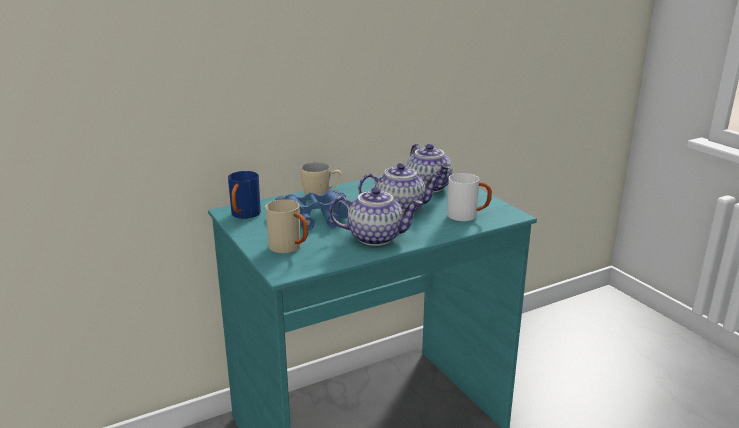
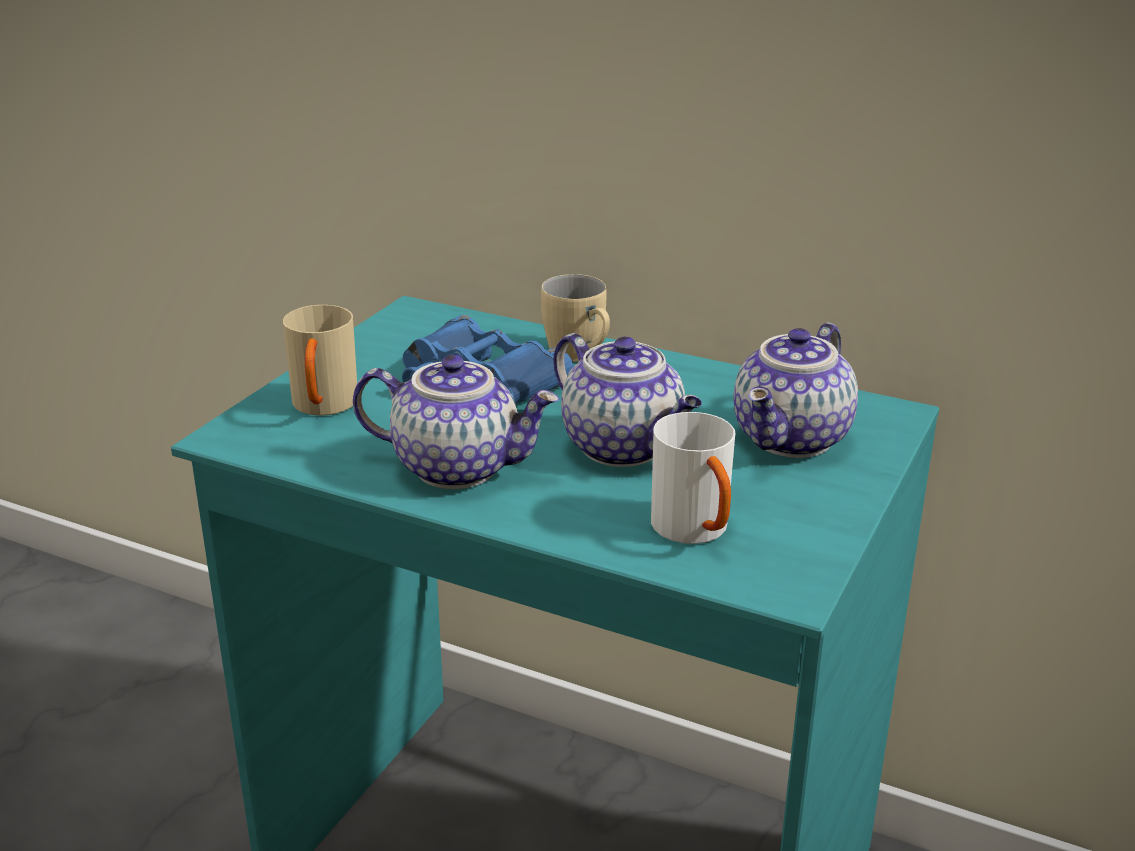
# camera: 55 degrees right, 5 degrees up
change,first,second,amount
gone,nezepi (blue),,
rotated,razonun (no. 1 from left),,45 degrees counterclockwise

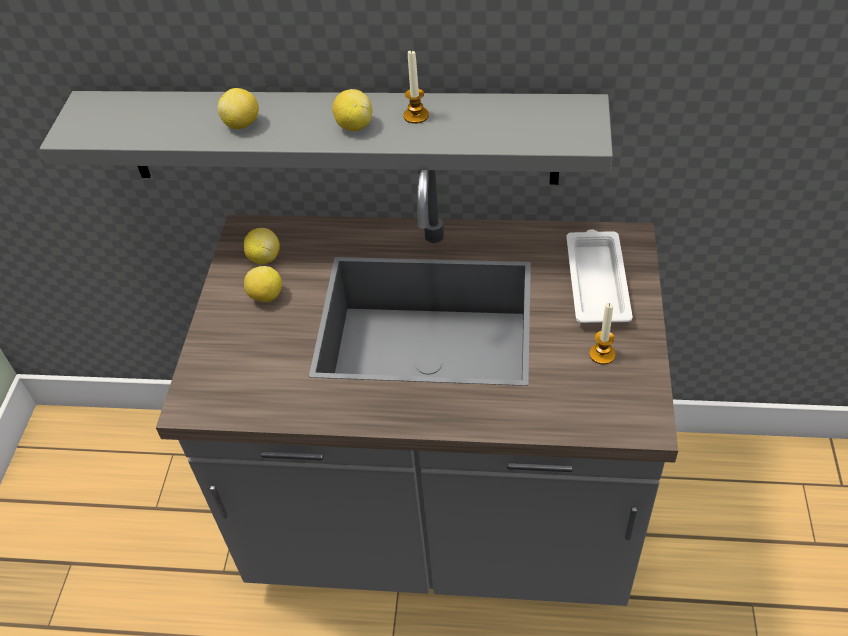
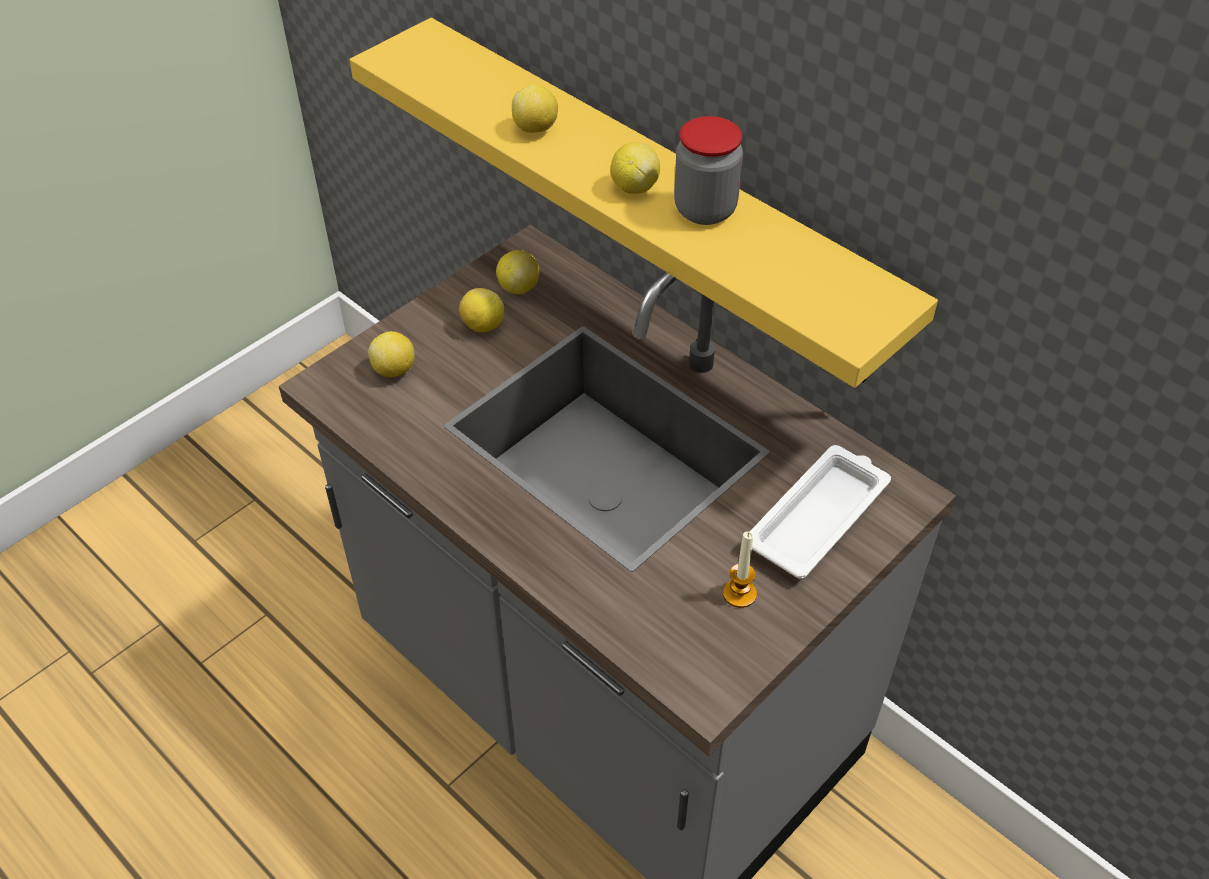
# camera: 35 degrees right, 0 degrees up
change,first,second,amount
new,,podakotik (no. 1 from left),
swapped,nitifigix (no. 1 from left),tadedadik,
repainted,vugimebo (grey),vugimebo (yellow),

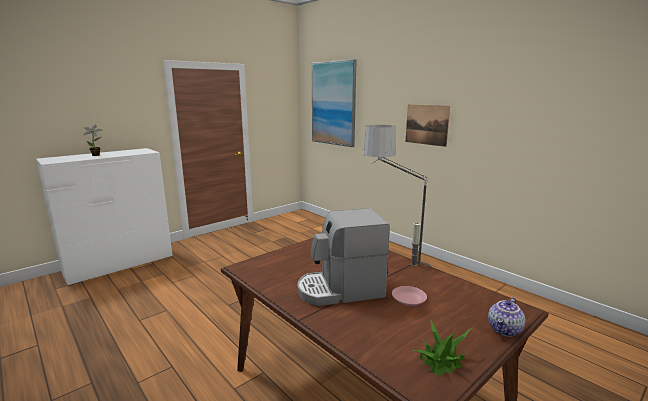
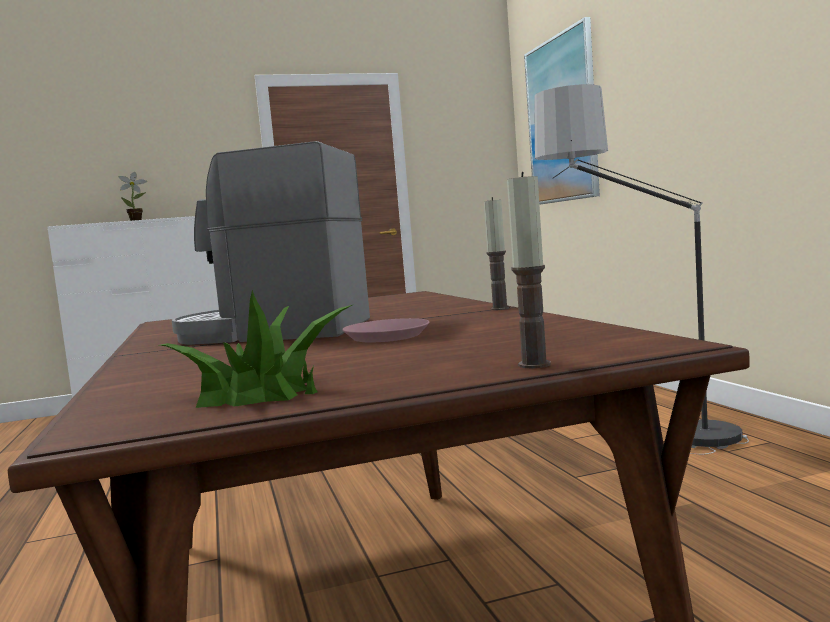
# camera: 25 degrees right, 10 degrees down
change,first,second,amount
gone,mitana (no. 2 from left),,
swapped,razonun,nitifigix (no. 2 from left),

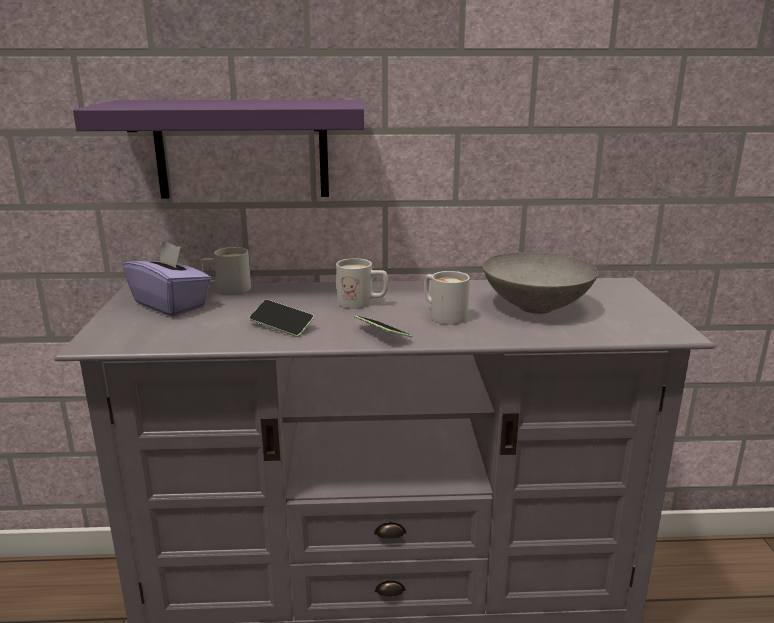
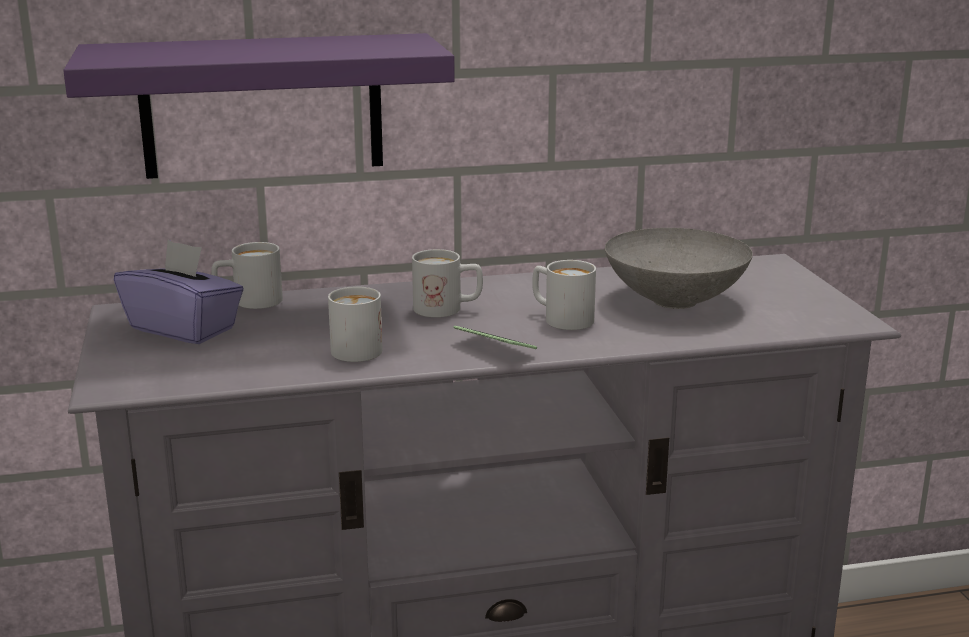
# camera: 10 degrees left, 0 degrees up
change,first,second,amount
swapped,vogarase (no. 1 from left),nezepi (white) (no. 2 from left),

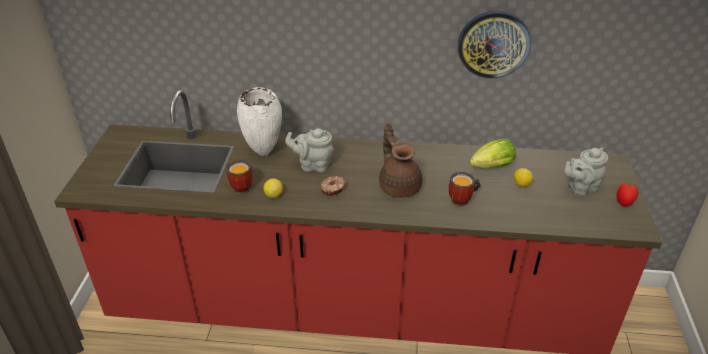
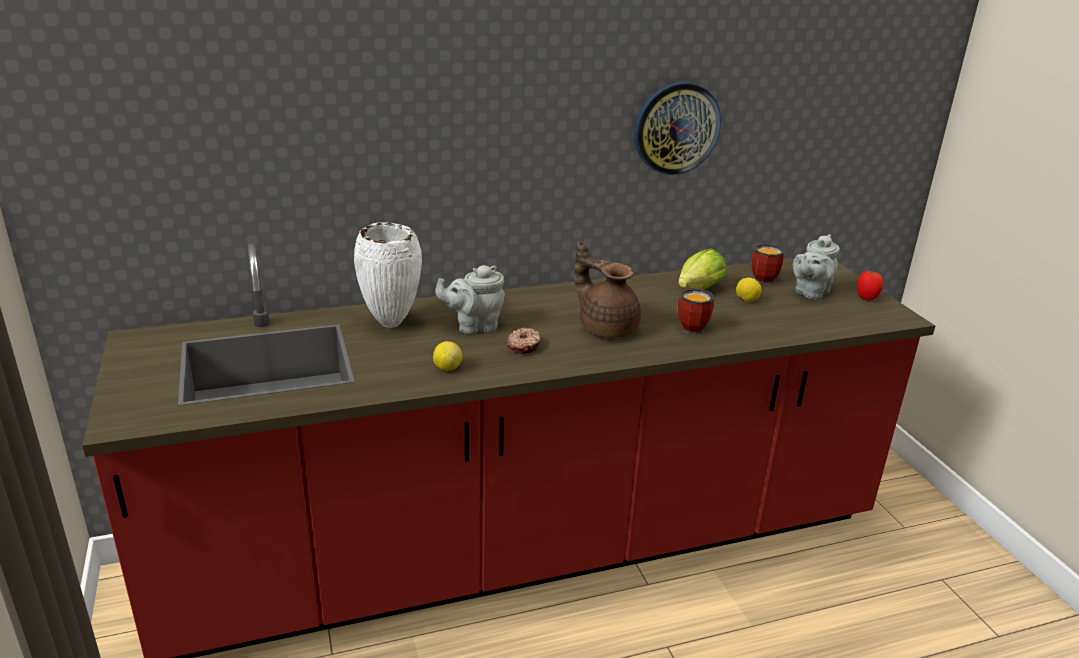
# camera: 25 degrees left, 10 degrees down
change,first,second,amount
shifted,nezepi (no. 1 from left in the first image),nezepi (no. 2 from left),

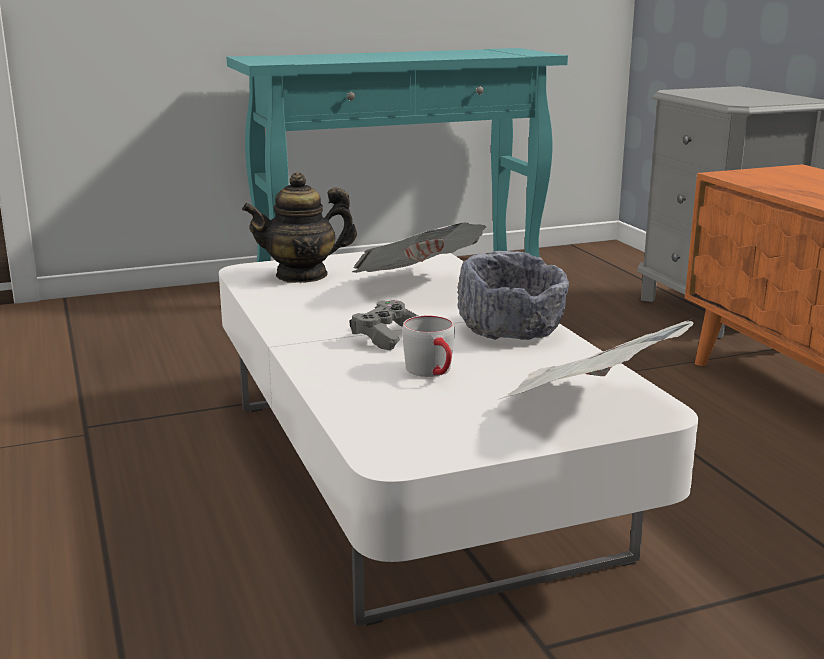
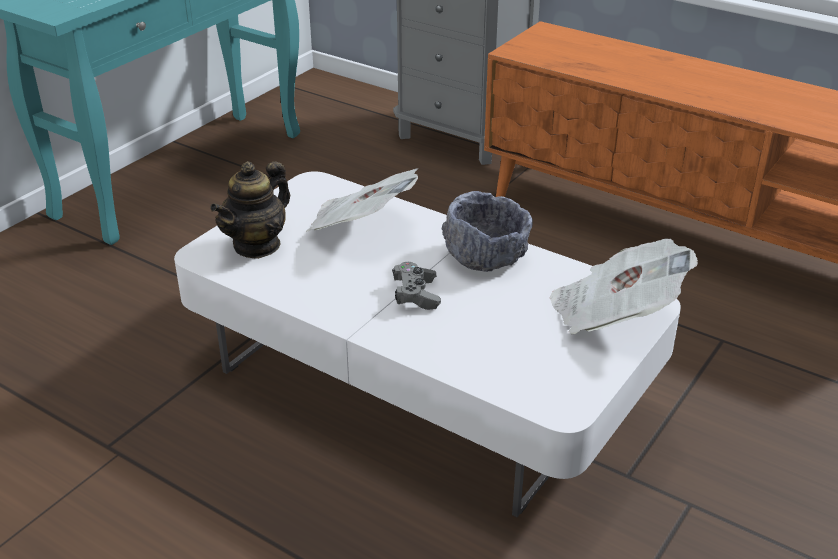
# camera: 35 degrees left, 15 degrees up
change,first,second,amount
gone,nezepi (grey),,

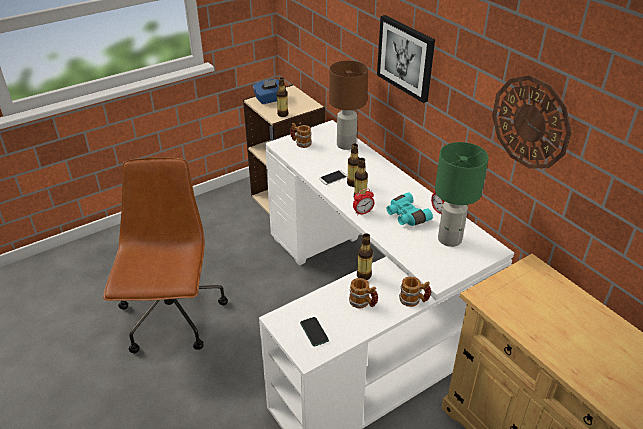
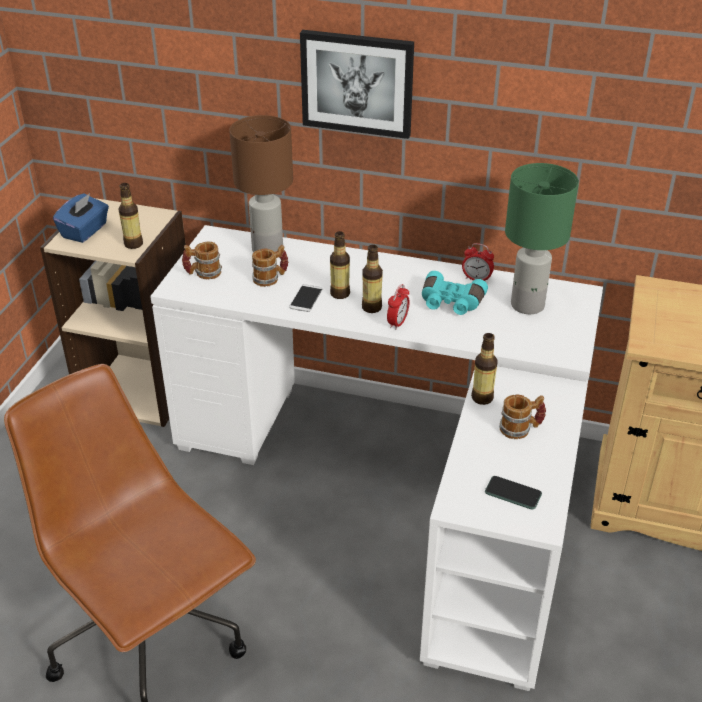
# camera: 40 degrees left, 0 degrees up
change,first,second,amount
gone,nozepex,,
shifted,nezepi (no. 3 from left in the first image),nezepi (no. 2 from left),

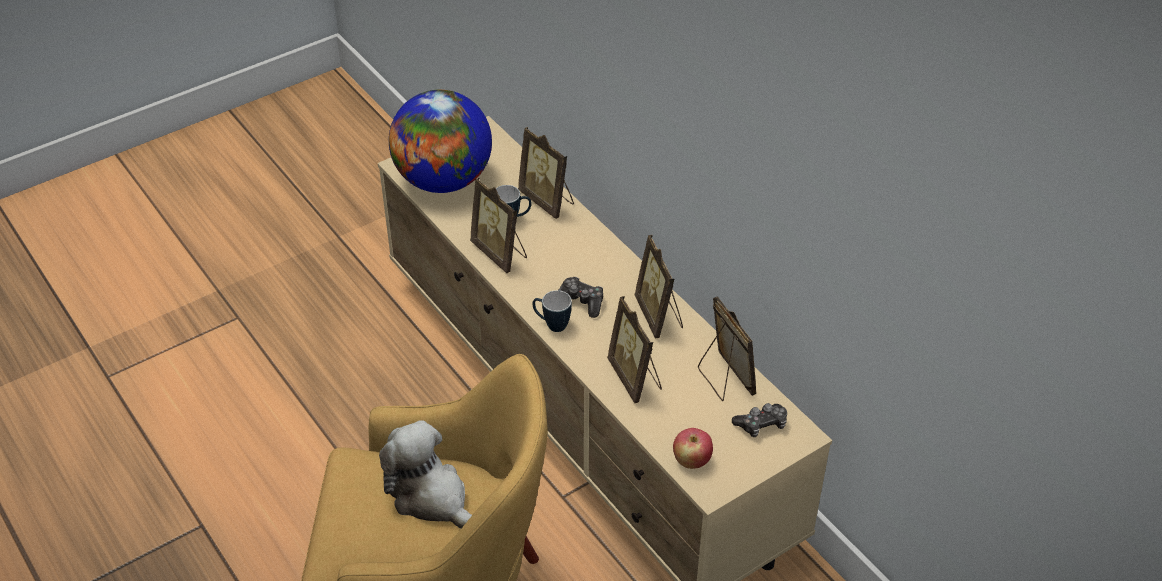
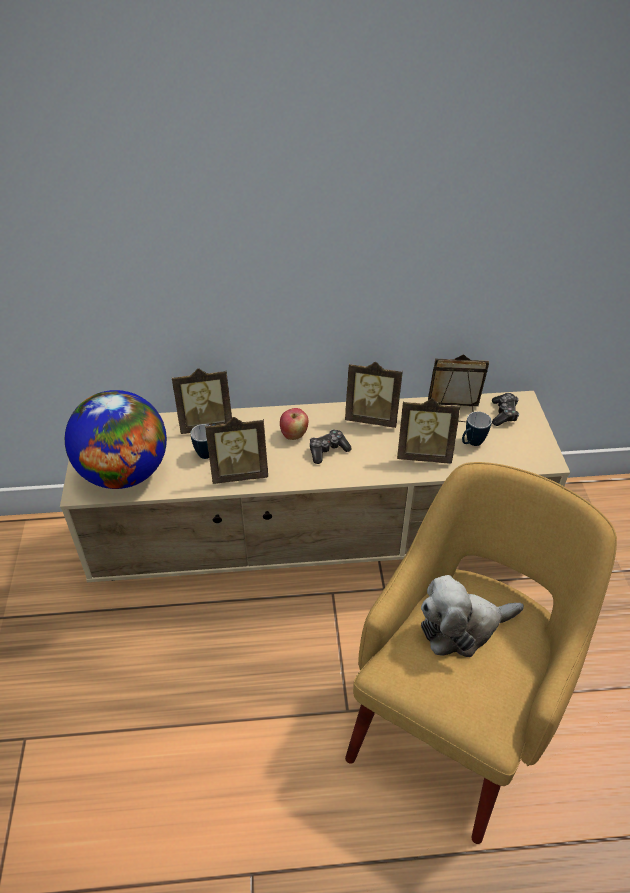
# camera: 60 degrees left, 0 degrees up
change,first,second,amount
shifted,nezepi (no. 2 from left),,
shifted,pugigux,,

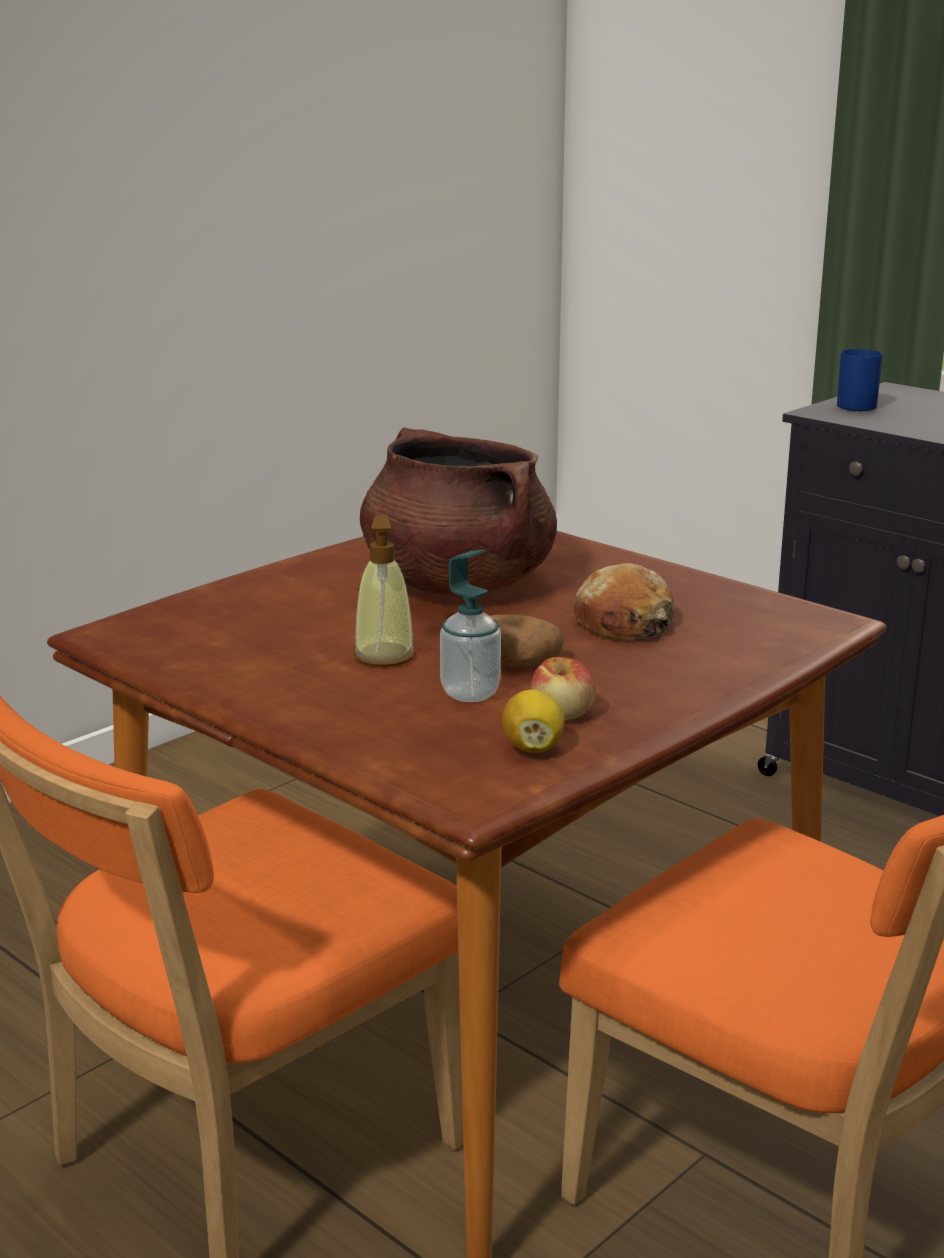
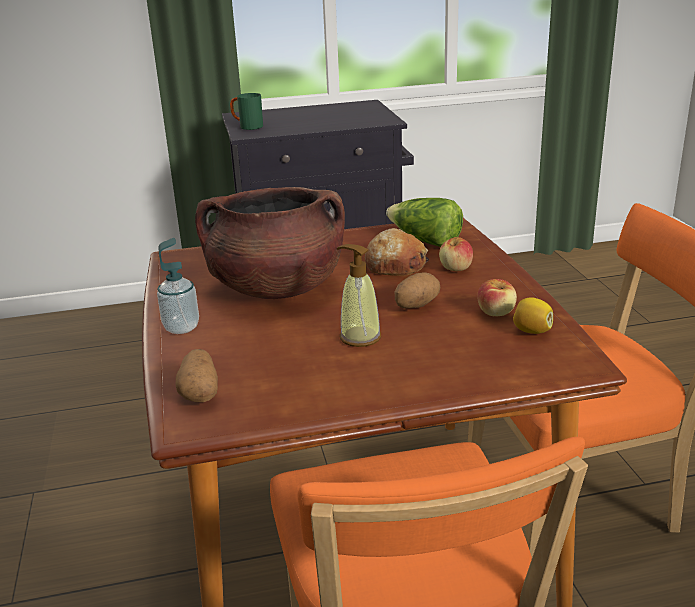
# camera: 55 degrees left, 5 degrees up
change,first,second,amount
new,,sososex (no. 1 from left),
new,,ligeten,
new,,pugigux (no. 1 from left),
shifted,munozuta (no. 2 from left in the first image),munozuta (no. 1 from left),
repainted,nezepi (blue),nezepi (green),

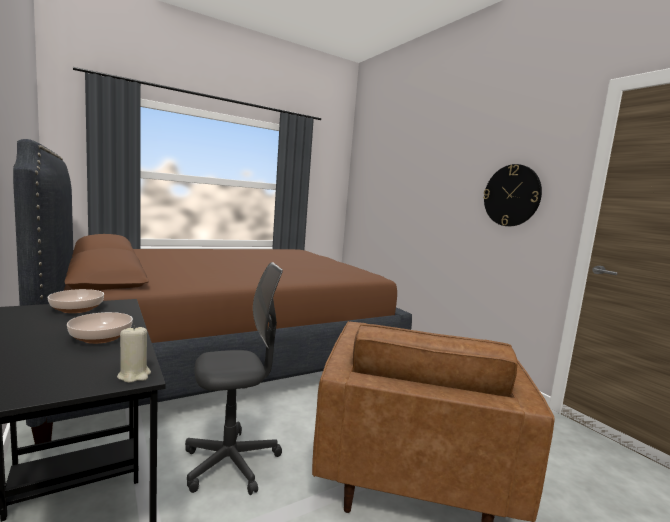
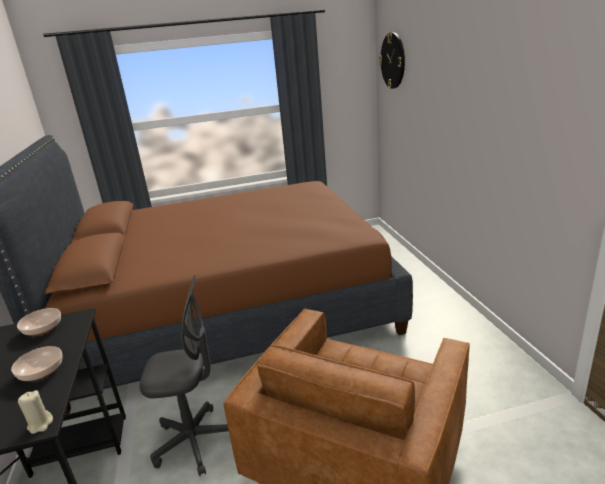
# camera: 20 degrees right, 15 degrees up
change,first,second,amount
shifted,nozepex,,

